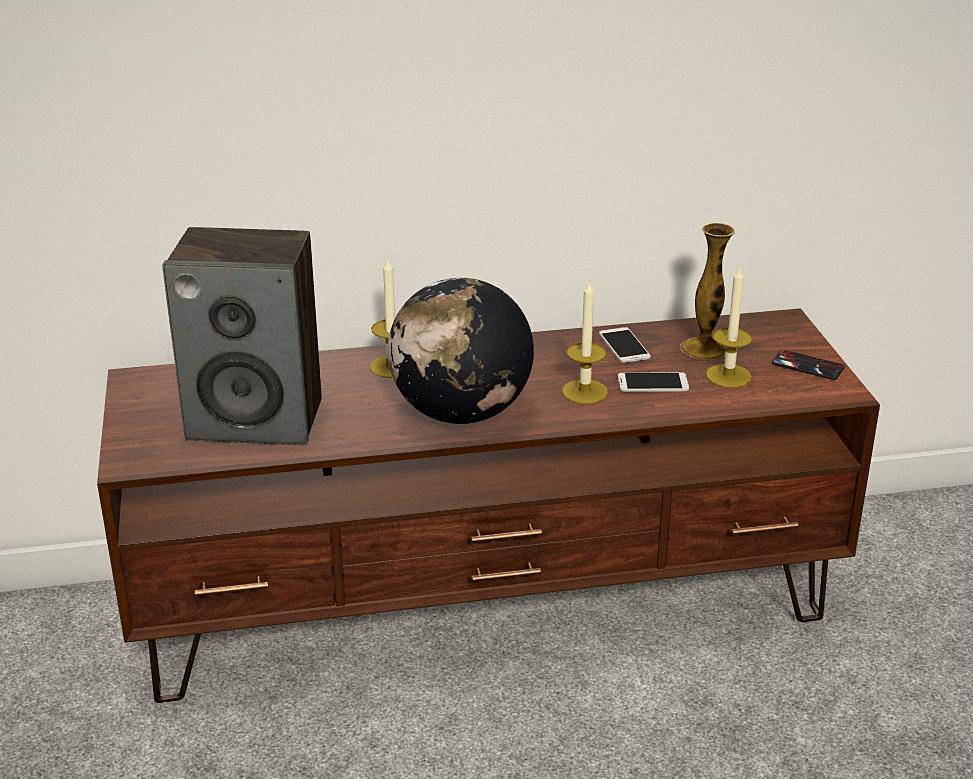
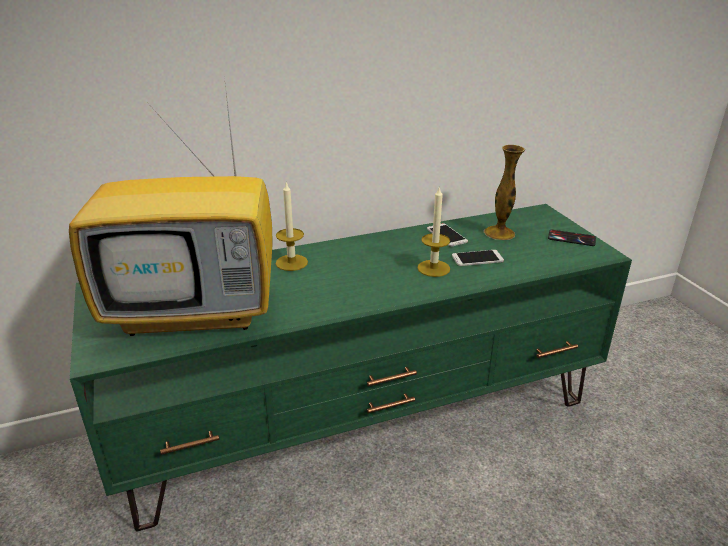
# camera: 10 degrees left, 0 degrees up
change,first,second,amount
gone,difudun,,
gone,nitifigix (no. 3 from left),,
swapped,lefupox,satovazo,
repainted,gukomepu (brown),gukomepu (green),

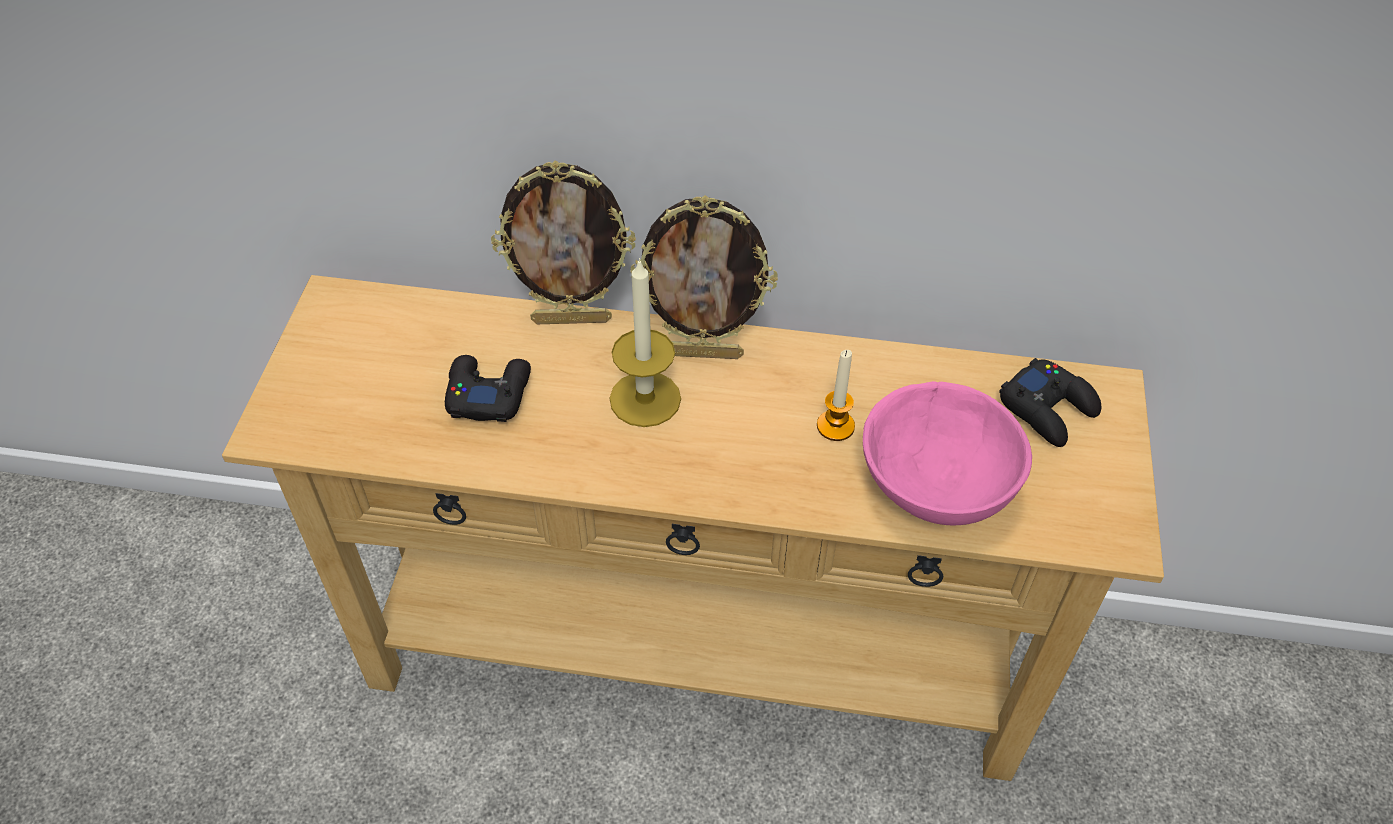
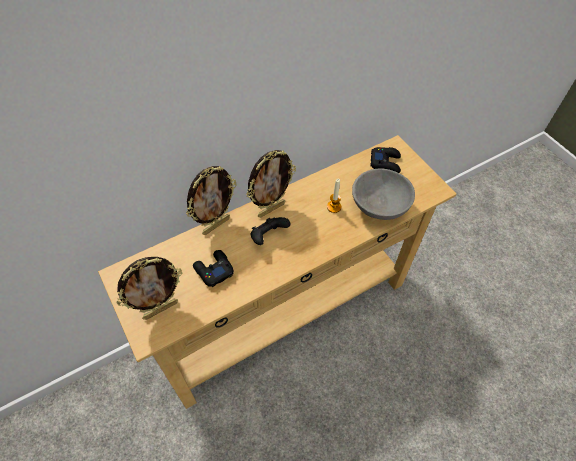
# camera: 40 degrees left, 5 degrees up
change,first,second,amount
new,,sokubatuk (no. 1 from left),
swapped,nitifigix (no. 1 from left),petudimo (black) (no. 2 from left),
repainted,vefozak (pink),vefozak (grey),

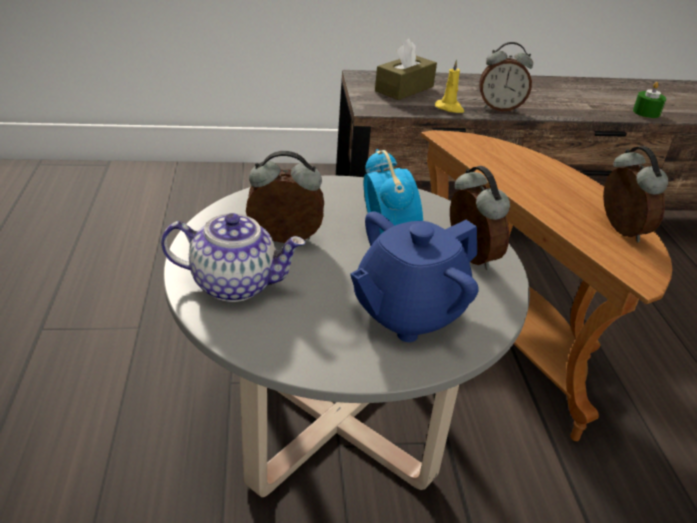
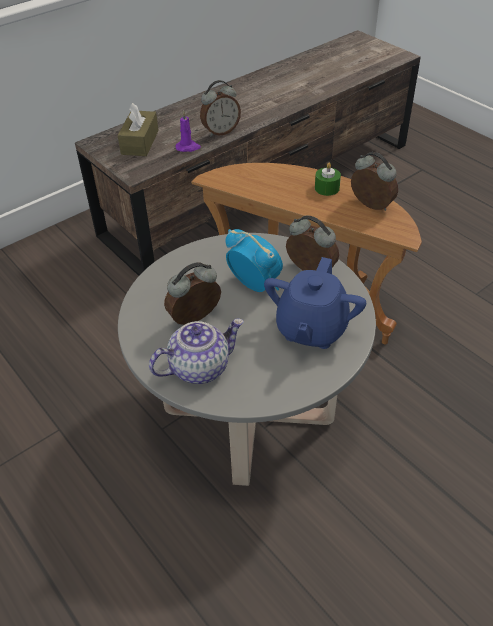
# camera: 30 degrees left, 10 degrees up
change,first,second,amount
shifted,nitifigix (green),,
repainted,nitifigix (yellow),nitifigix (purple),

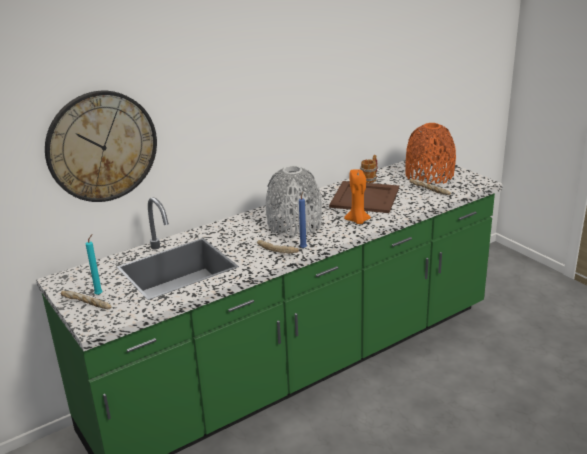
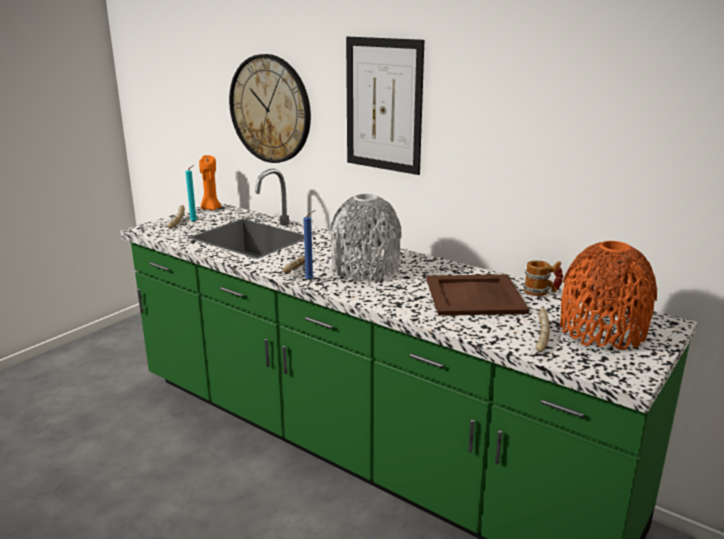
# camera: 70 degrees right, 5 degrees down
change,first,second,amount
new,,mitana,
shifted,nitifigix (orange),,

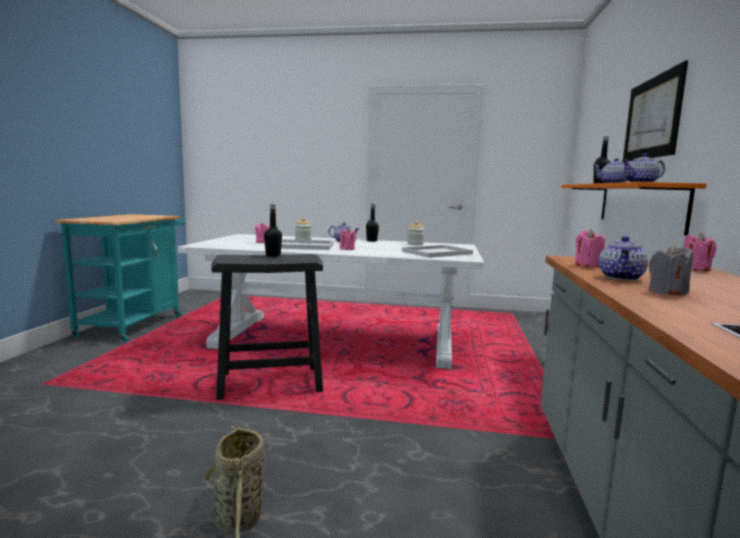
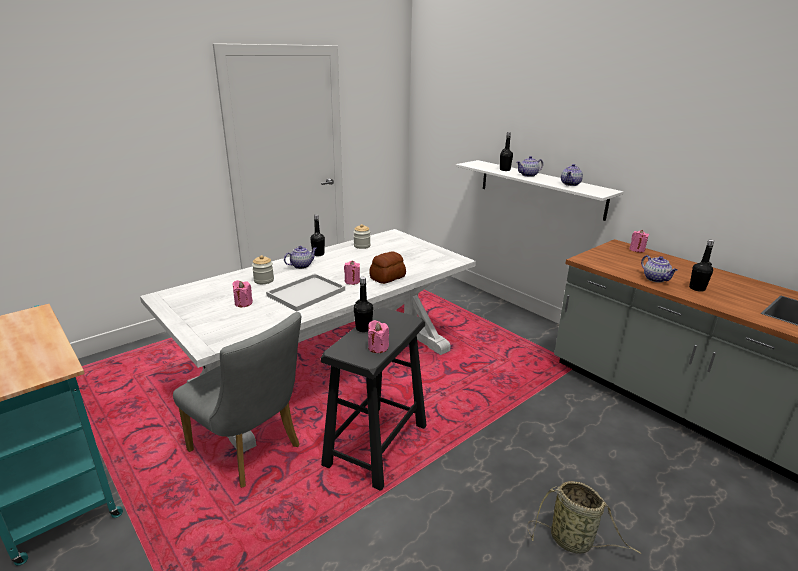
# camera: 50 degrees left, 15 degrees up
change,first,second,amount
gone,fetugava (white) (no. 2 from left),,
gone,mitana,,
new,,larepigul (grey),
new,,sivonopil,
shifted,nitifigix (pink) (no. 3 from left),,
swapped,nitifigix (grey),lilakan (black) (no. 4 from left),
repainted,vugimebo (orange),vugimebo (white),

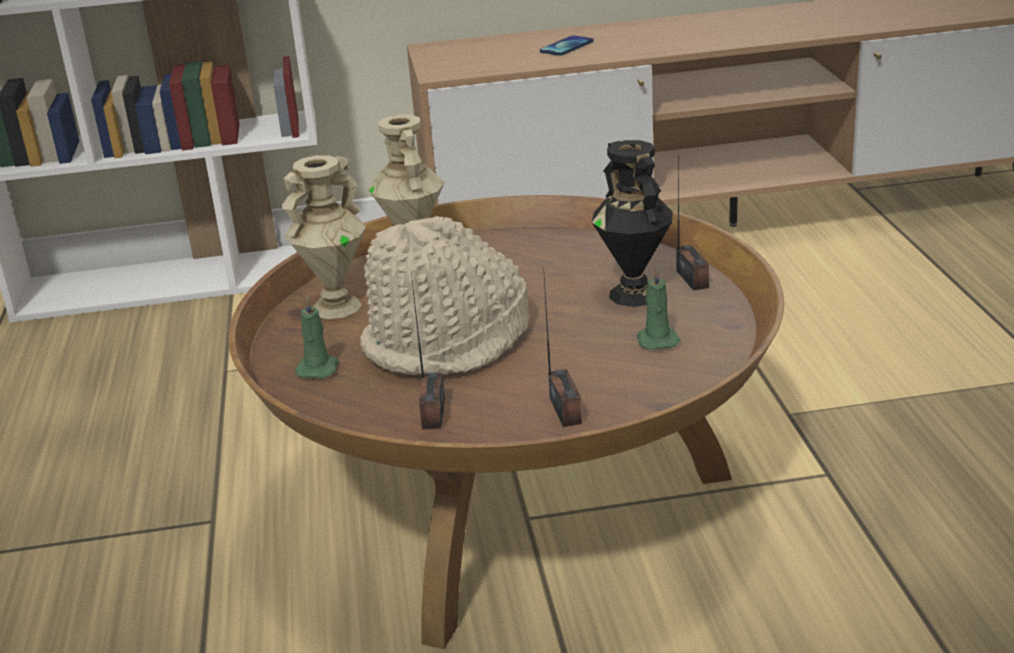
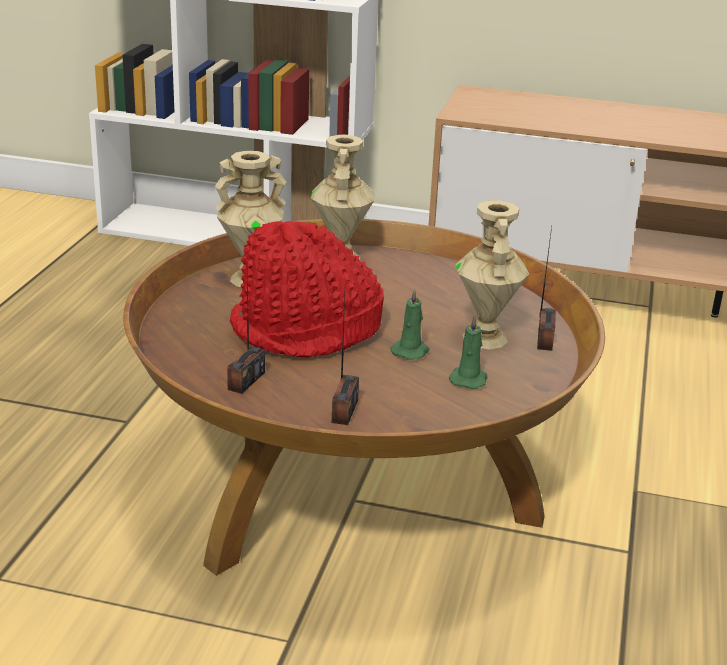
# camera: 20 degrees right, 0 degrees up
change,first,second,amount
gone,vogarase,,
shifted,nitifigix (green) (no. 1 from left),,
repainted,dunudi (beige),dunudi (red),
repainted,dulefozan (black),dulefozan (beige) (no. 3 from left),

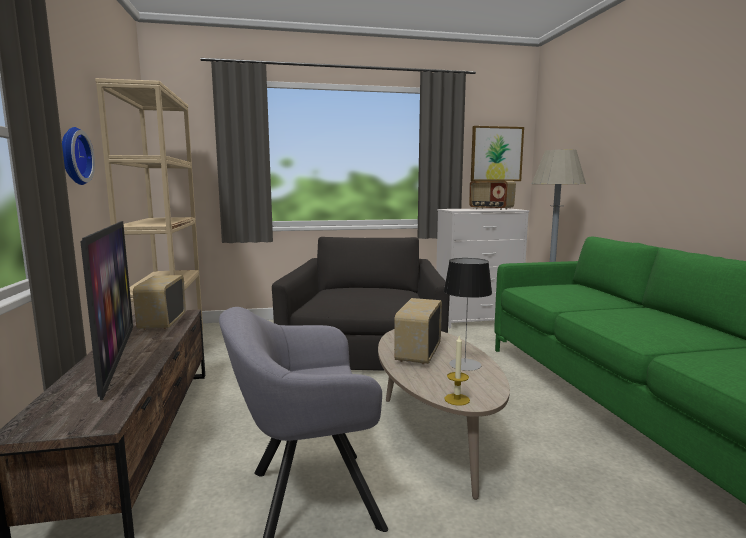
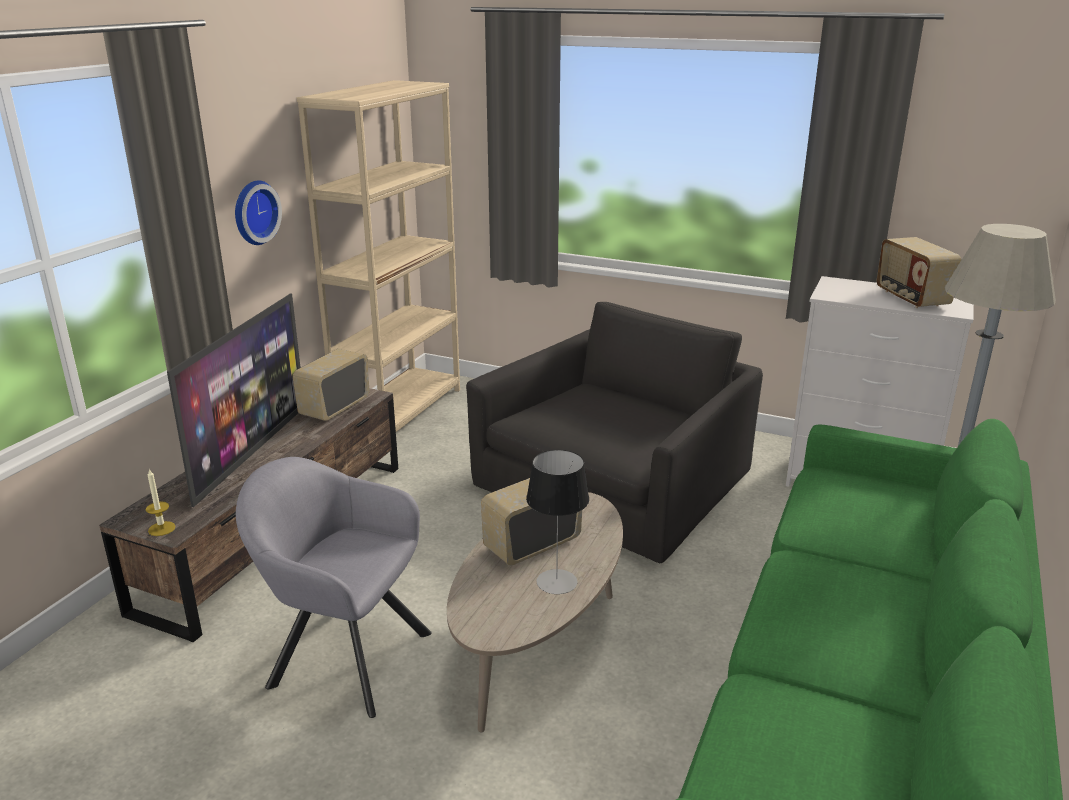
# camera: 35 degrees right, 15 degrees up
change,first,second,amount
gone,mitana,,
shifted,nitifigix,,

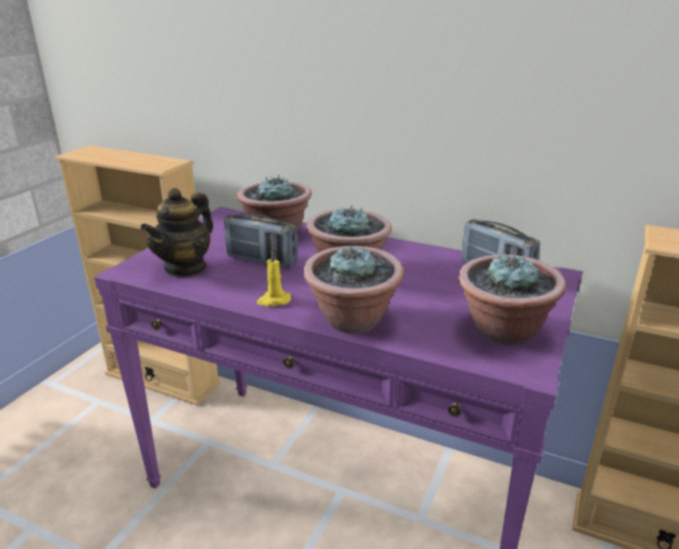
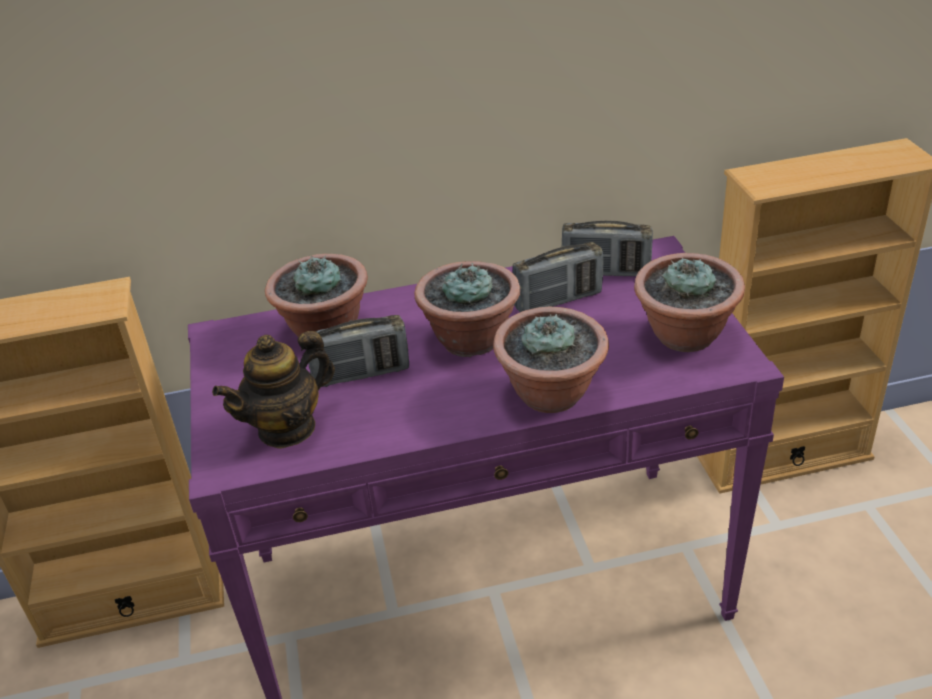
# camera: 35 degrees left, 10 degrees up
change,first,second,amount
gone,nitifigix (yellow),,
new,,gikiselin (no. 2 from left),
rotated,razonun,,60 degrees clockwise

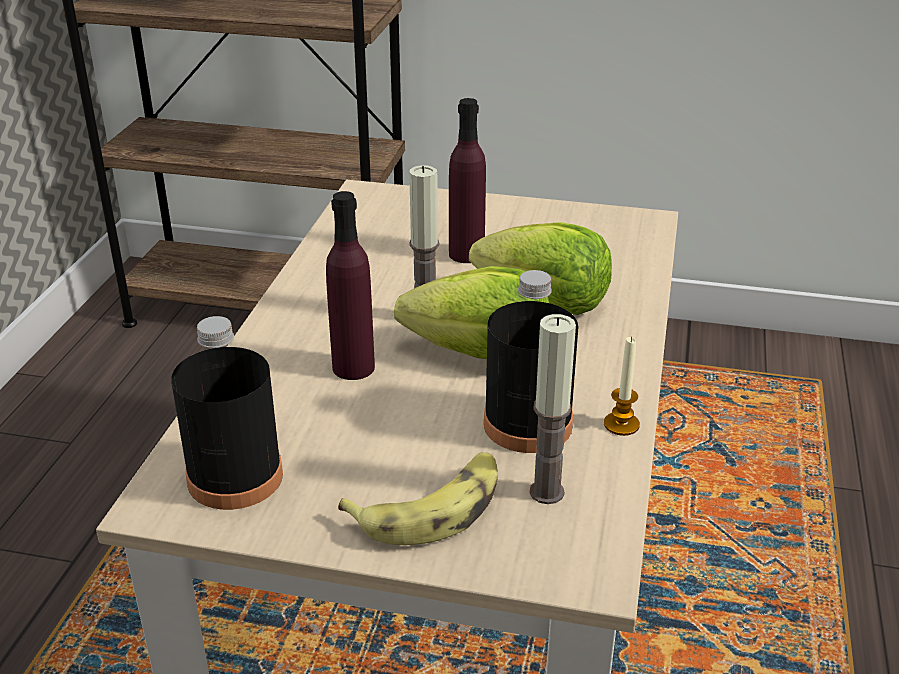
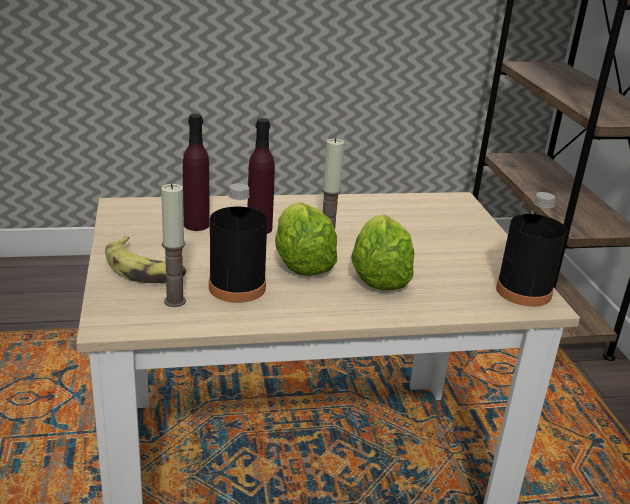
# camera: 65 degrees right, 5 degrees down
change,first,second,amount
gone,nitifigix (no. 3 from left),,
shifted,lilakan (black) (no. 1 from left in the first image),lilakan (black) (no. 2 from left),
shifted,lilakan (purple) (no. 2 from left in the first image),lilakan (purple) (no. 1 from left),

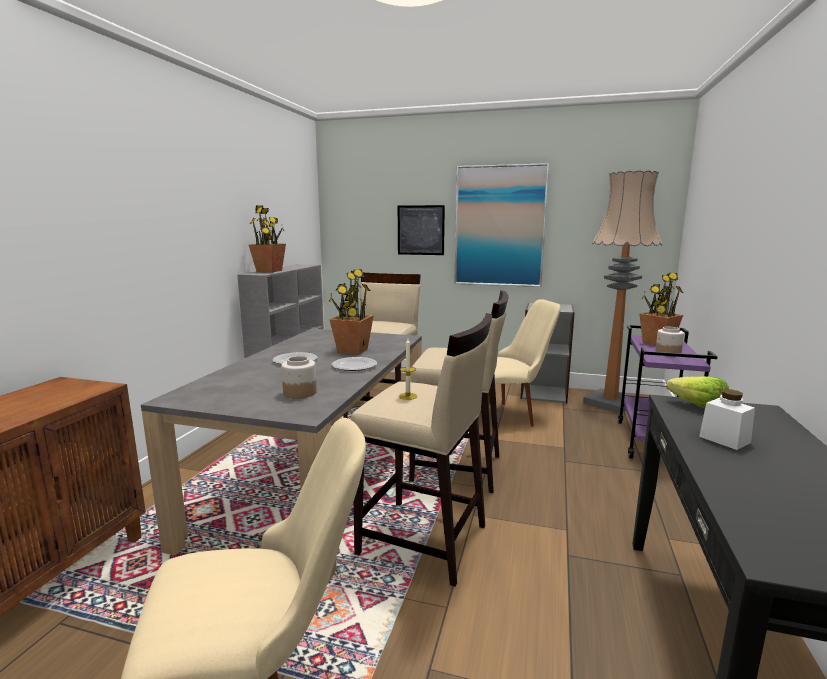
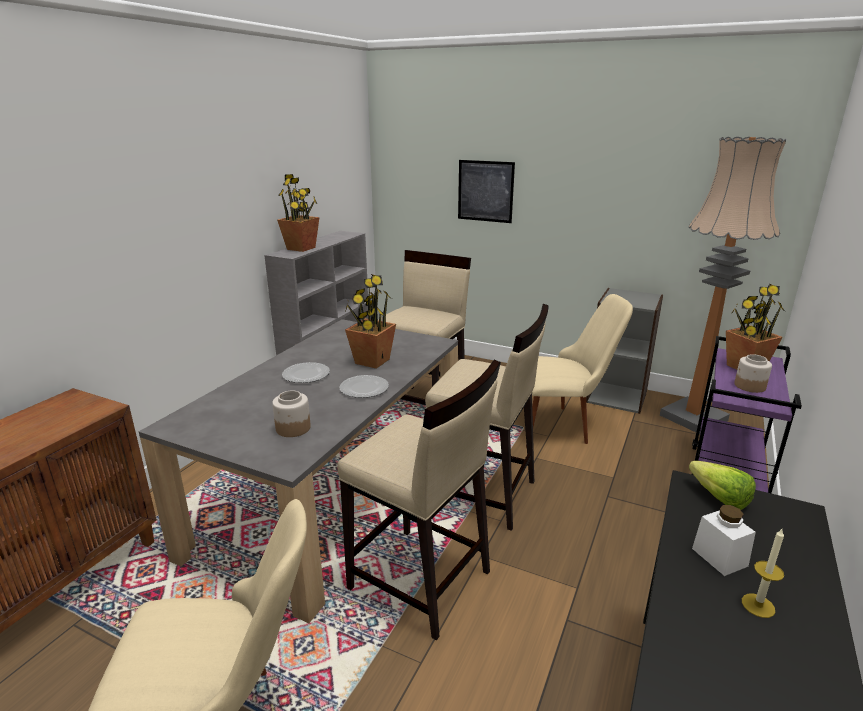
# camera: 10 degrees right, 10 degrees up
change,first,second,amount
gone,mitana (no. 2 from left),,
shifted,nitifigix,,

